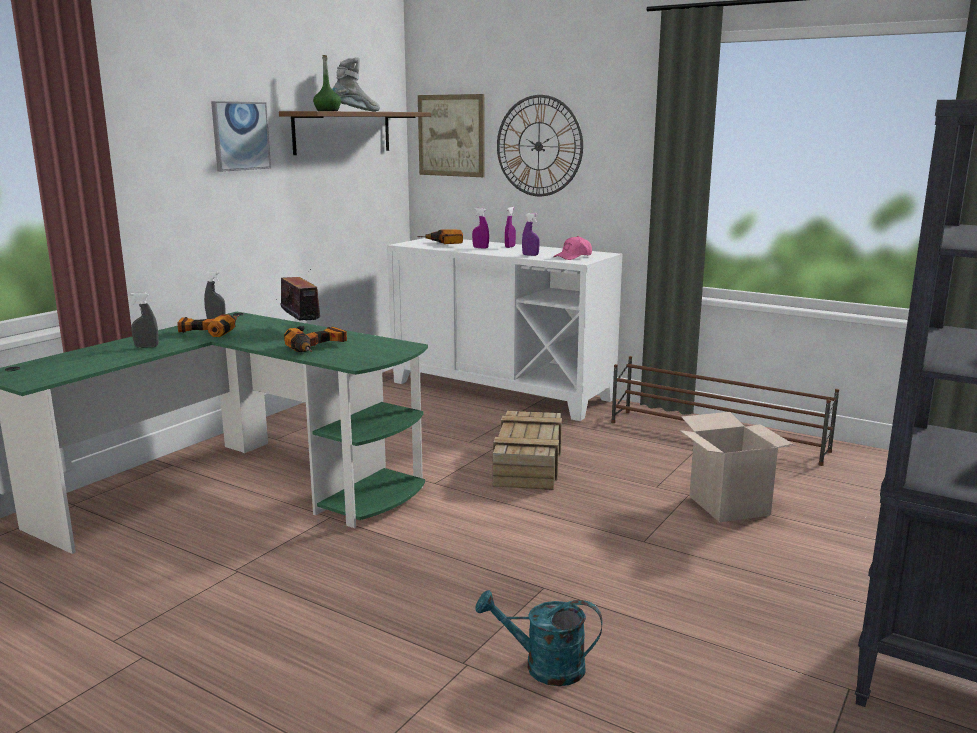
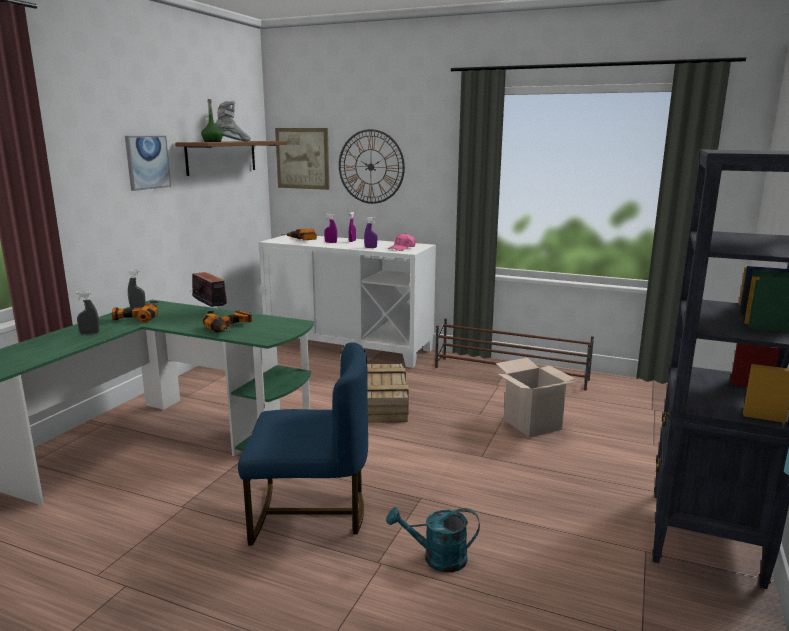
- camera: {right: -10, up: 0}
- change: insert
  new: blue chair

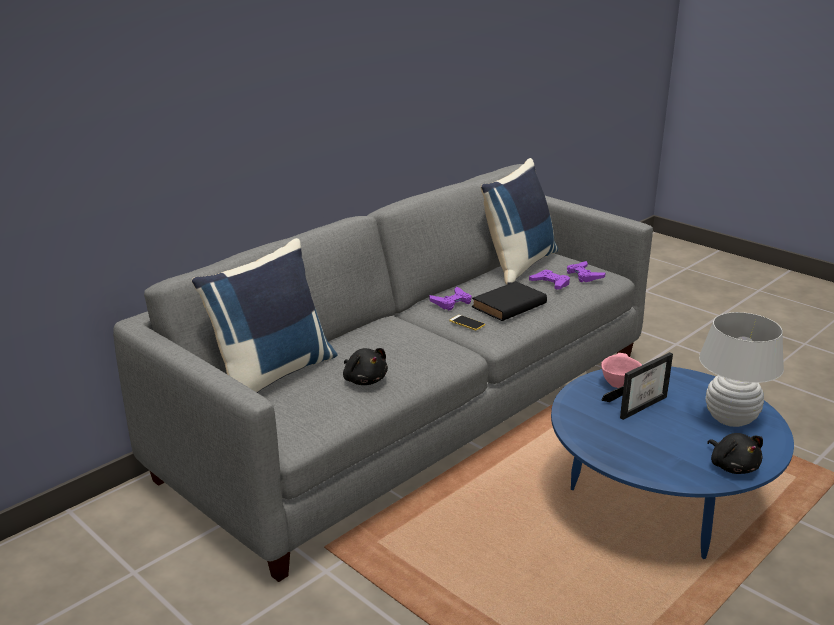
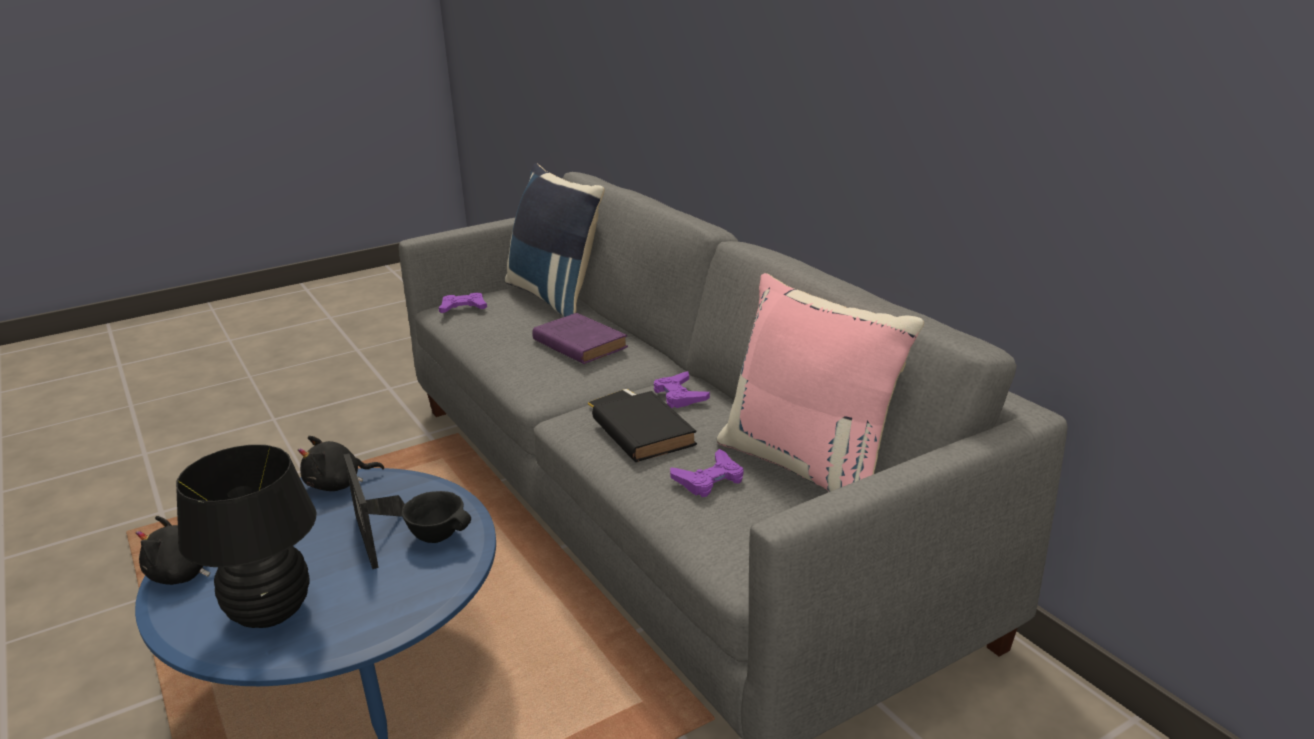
- camera: {right: 105, up: 0}
- change: insert
  new: purple book
- change: move
  old: black plush toy (1st from left in the first image)
  new: black plush toy (2nd from left)
- change: move
  old: purple game controller (3rd from left in the first image)
  new: purple game controller (1st from left)
- change: recolor
  old: blue pillow (2nd from left)
  new: pink pillow
- change: recolor
  old: pink bowl
  new: black bowl
- change: recolor
  old: white table lamp
  new: black table lamp

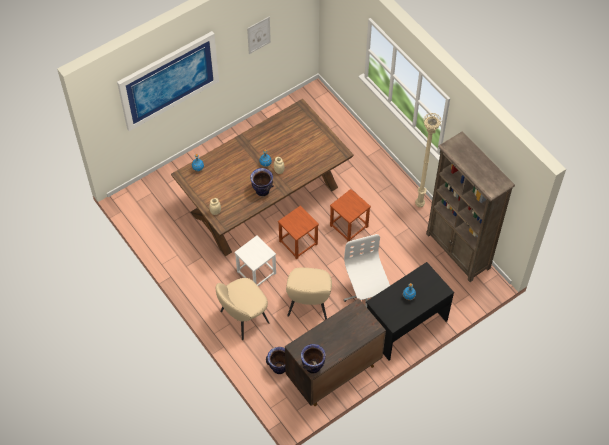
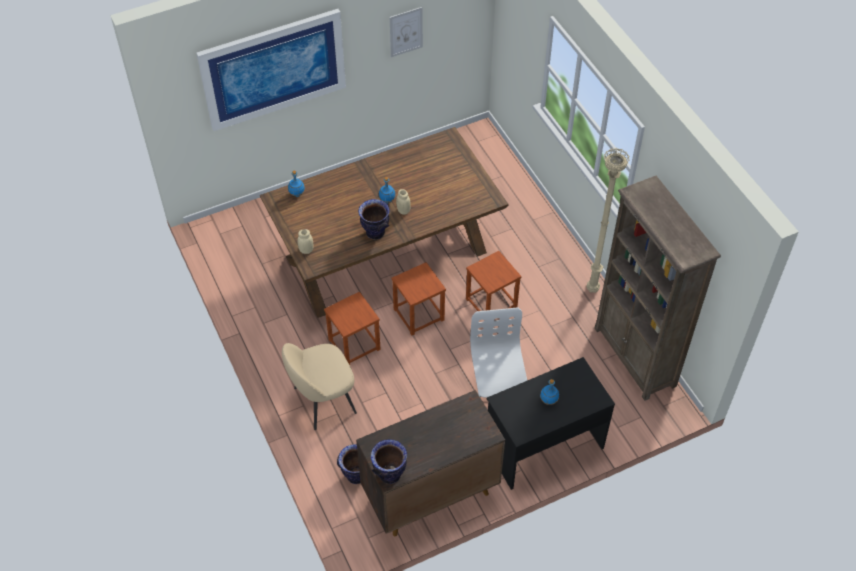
- camera: {right: 10, up: -5}
- change: delete
  old: beige chair (2nd from left)
- change: recolor
  old: white stool
  new: brown stool (1st from left)

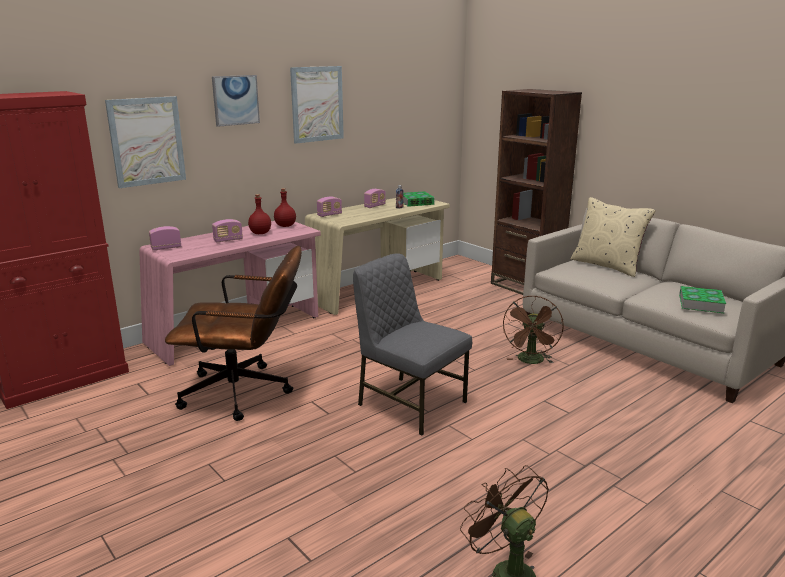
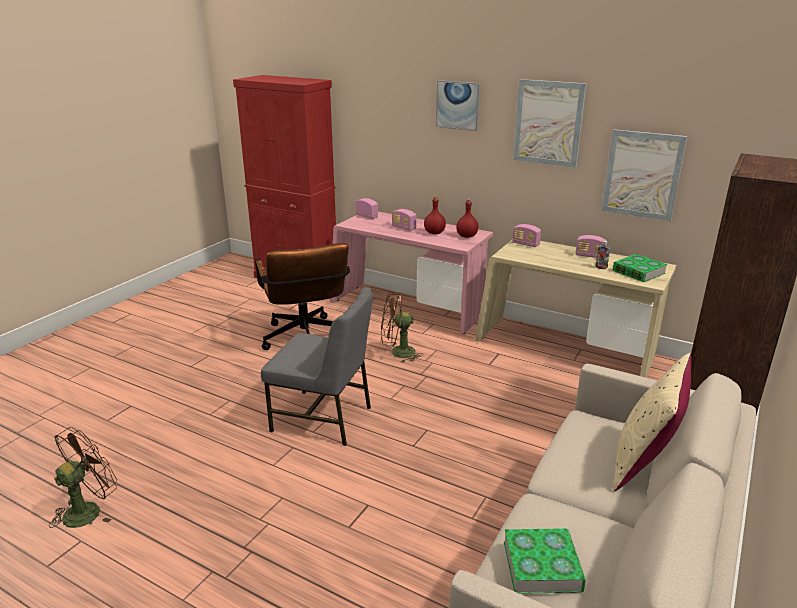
- camera: {right: 70, up: 5}
- change: move
  old: picture (1st from left in the first image)
  new: picture (3rd from left)
- change: move
  old: brown fan (2nd from left)
- change: rotate
  old: grey chair
  degrees: 90

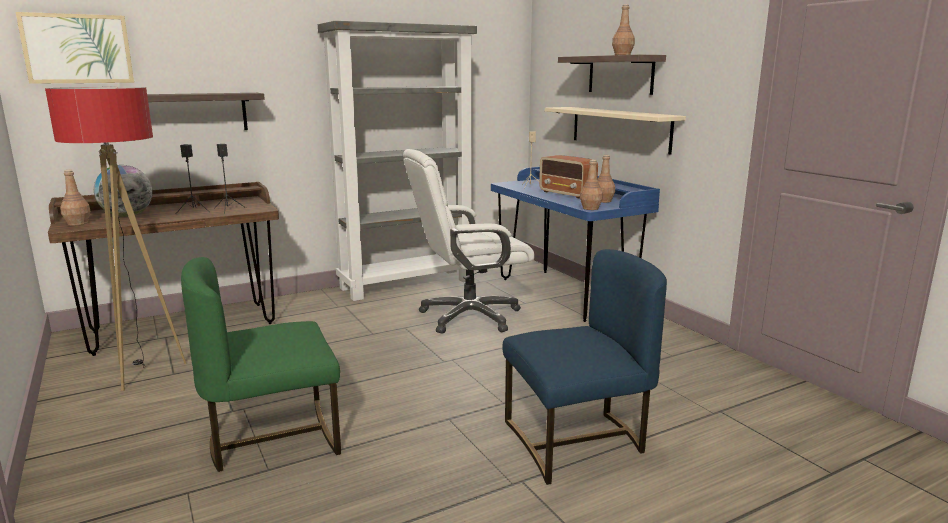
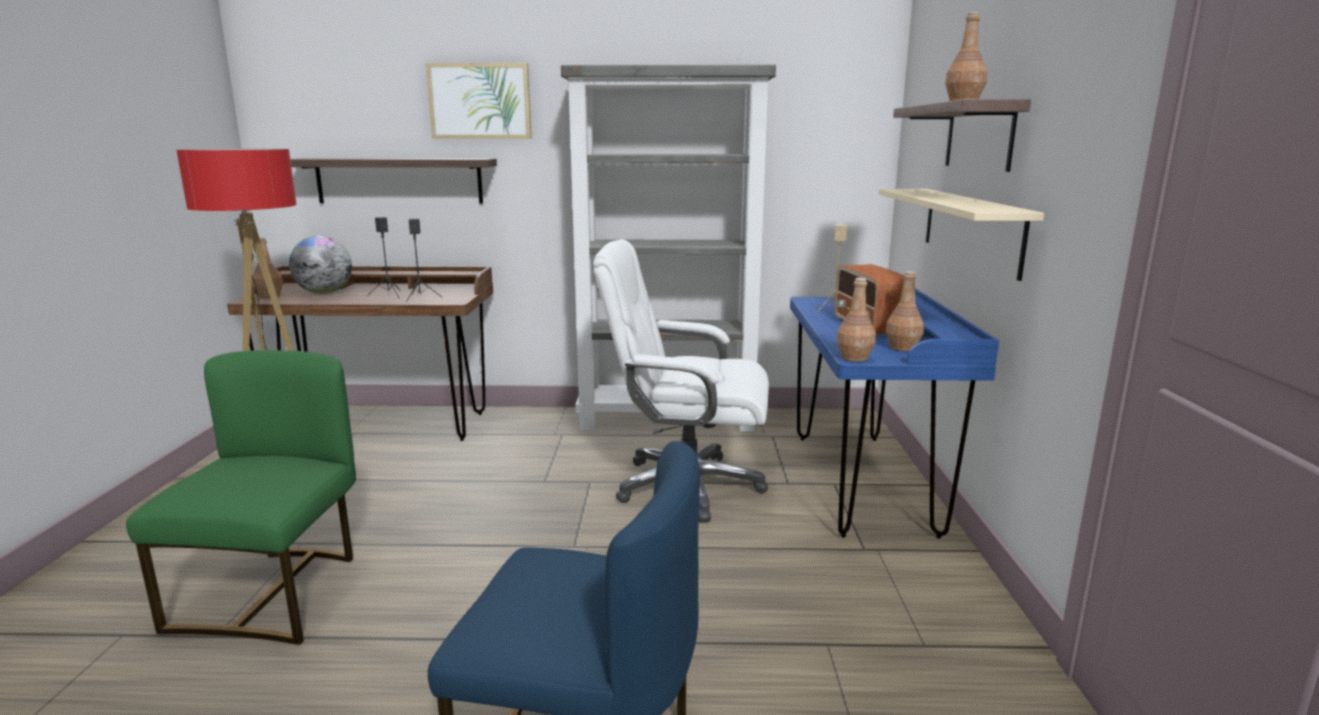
- camera: {right: 30, up: 0}
- change: move
  old: picture
- change: rotate
  old: green chair
  degrees: 90

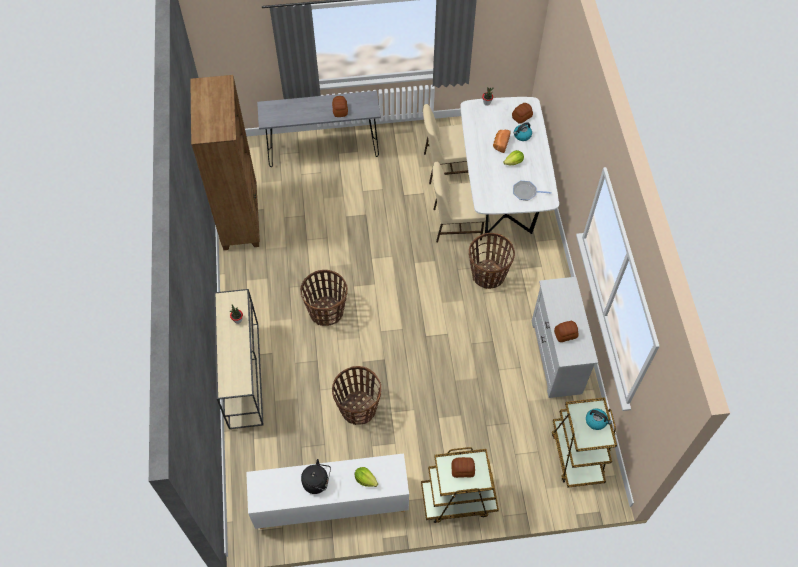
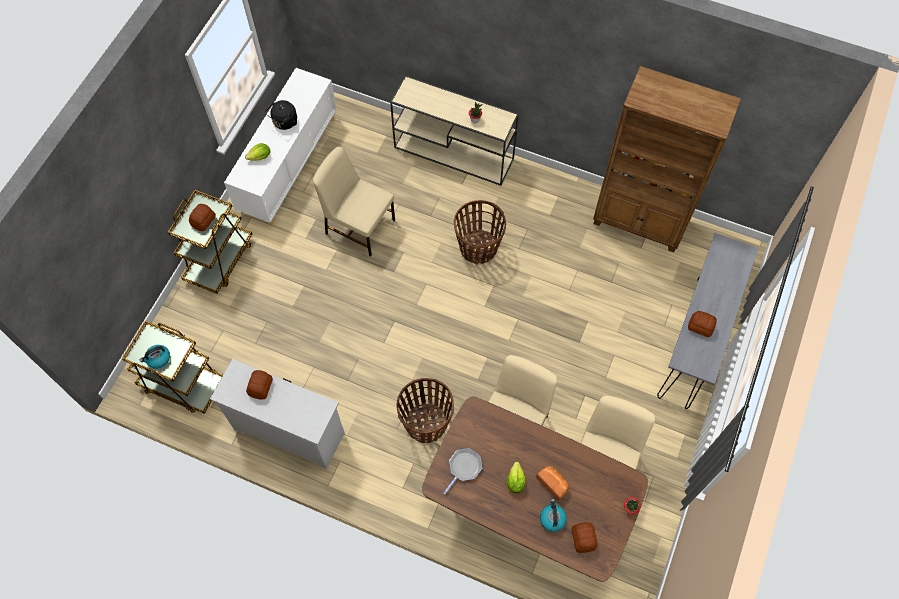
- camera: {right: 120, up: 5}
- change: replace
  old: basket (2nd from left)
  new: beige chair (1st from left)
- change: recolor
  old: white dining table
  new: brown dining table

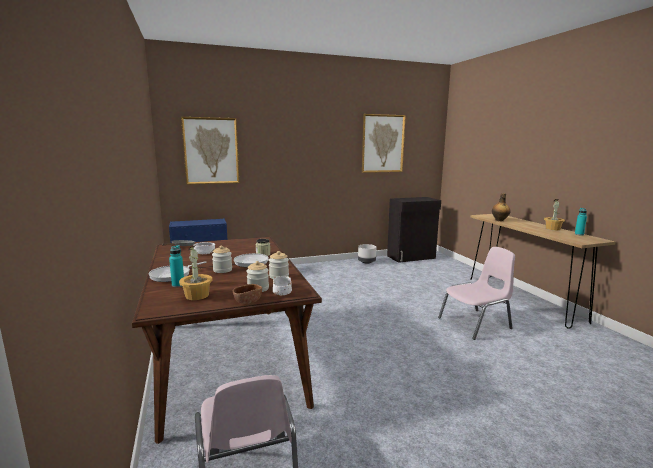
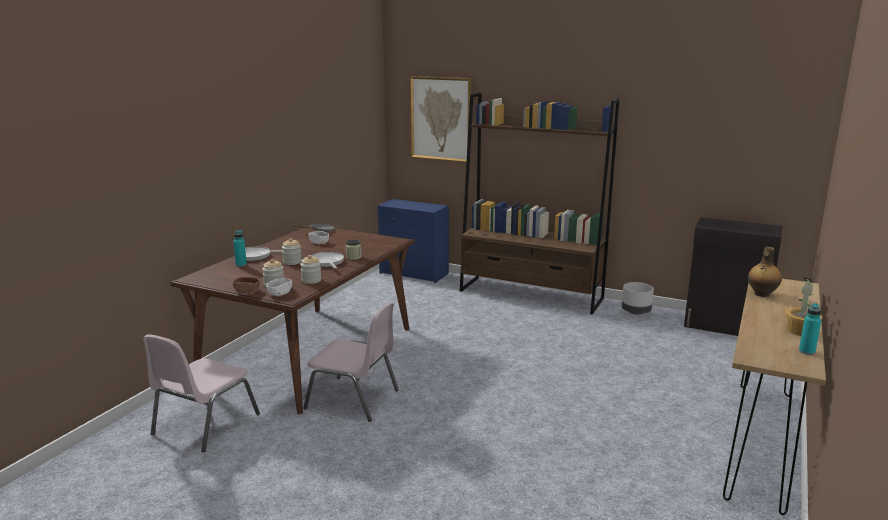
- camera: {right: 45, up: 5}
- change: delete
  old: potted plant (1st from left)
- change: delete
  old: picture (2nd from left)
- change: insert
  new: brown bookcase
- change: move
  old: pink chair (2nd from left)

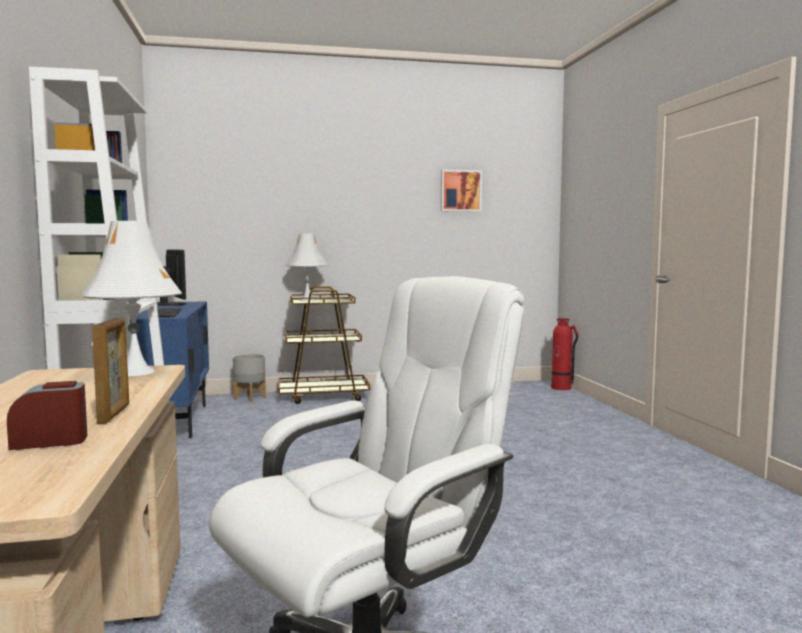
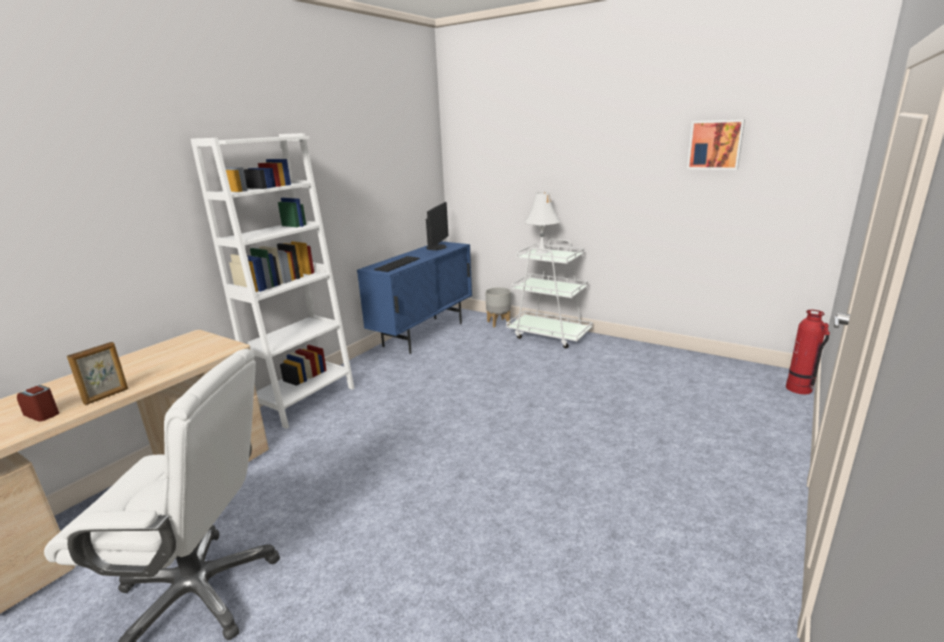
- camera: {right: 45, up: 15}
- change: delete
  old: white table lamp (1st from left)
- change: recolor
  old: brown cart
  new: white cart

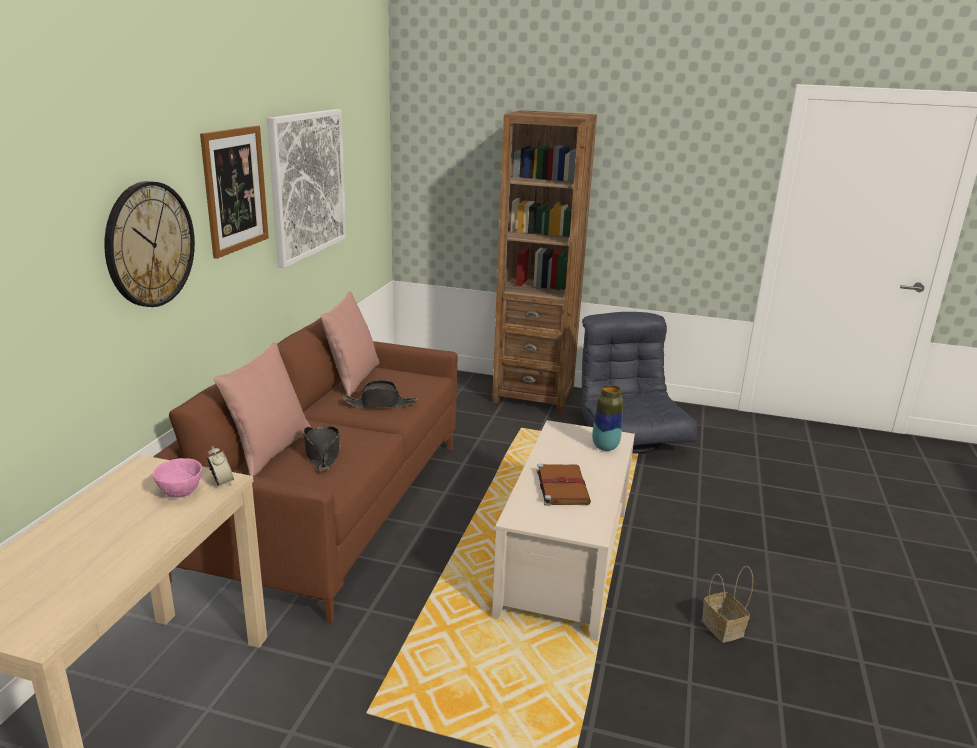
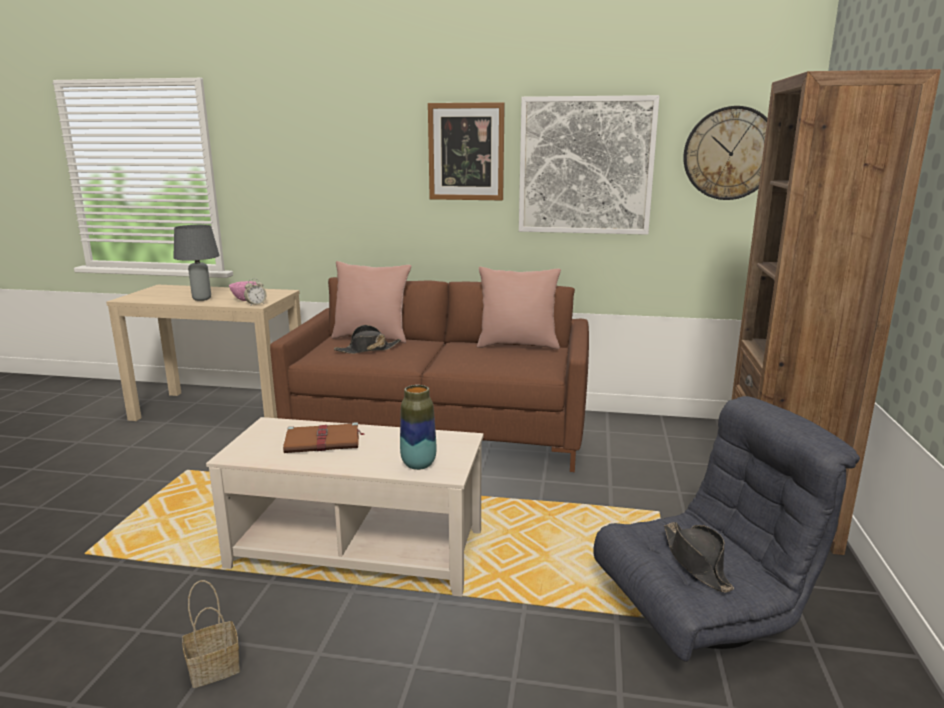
- camera: {right: 85, up: -5}
- change: insert
  new: grey table lamp
- change: move
  old: wall clock
- change: move
  old: black hat (2nd from left)

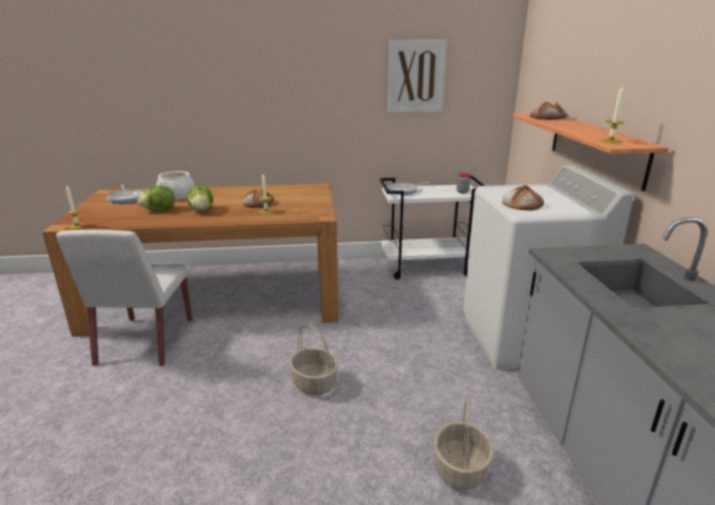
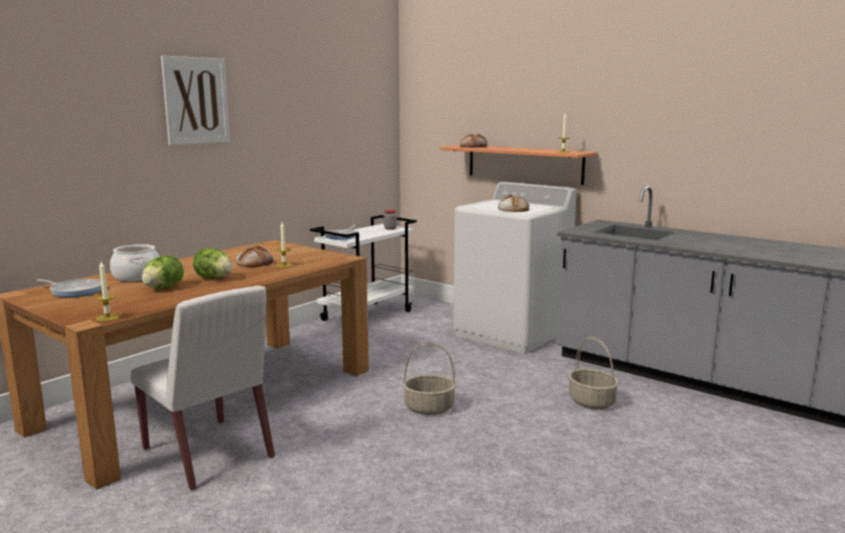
- camera: {right: -45, up: -10}
- change: move
  old: picture

